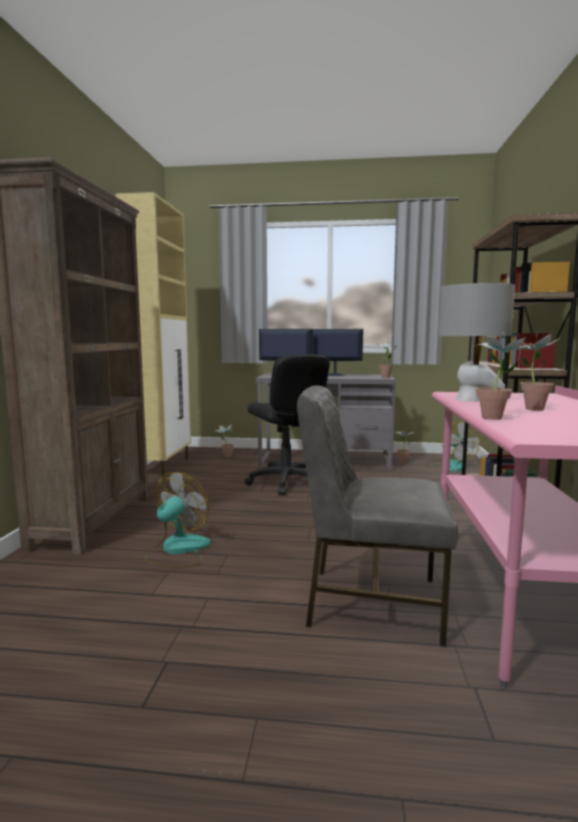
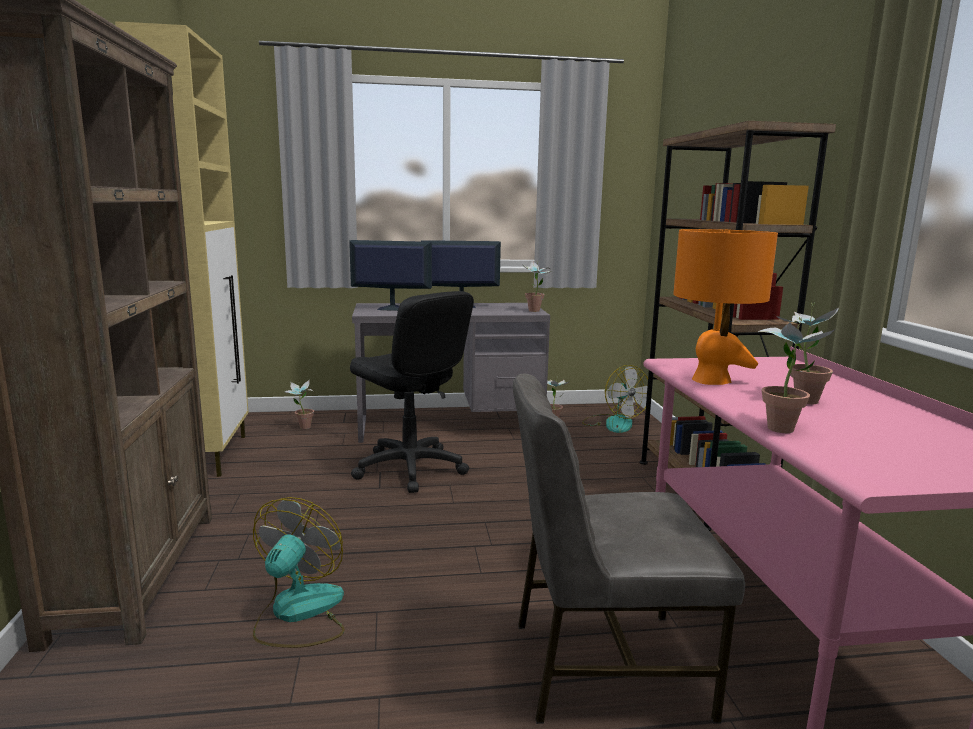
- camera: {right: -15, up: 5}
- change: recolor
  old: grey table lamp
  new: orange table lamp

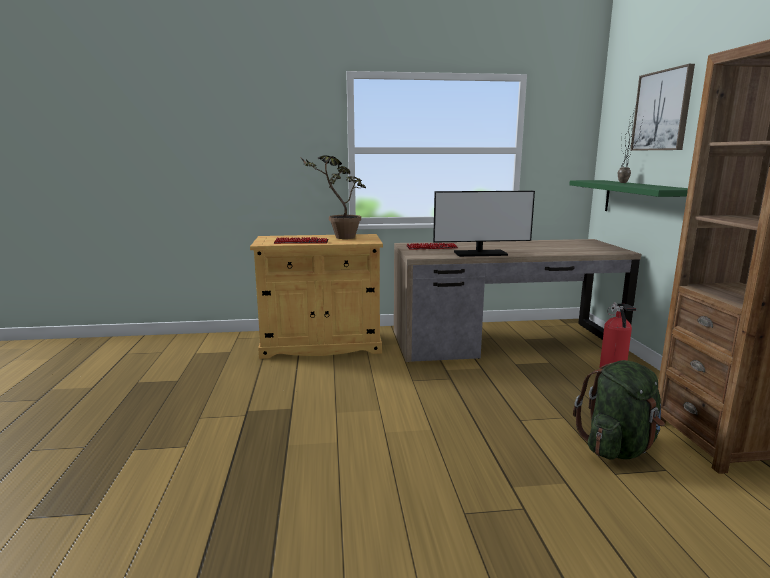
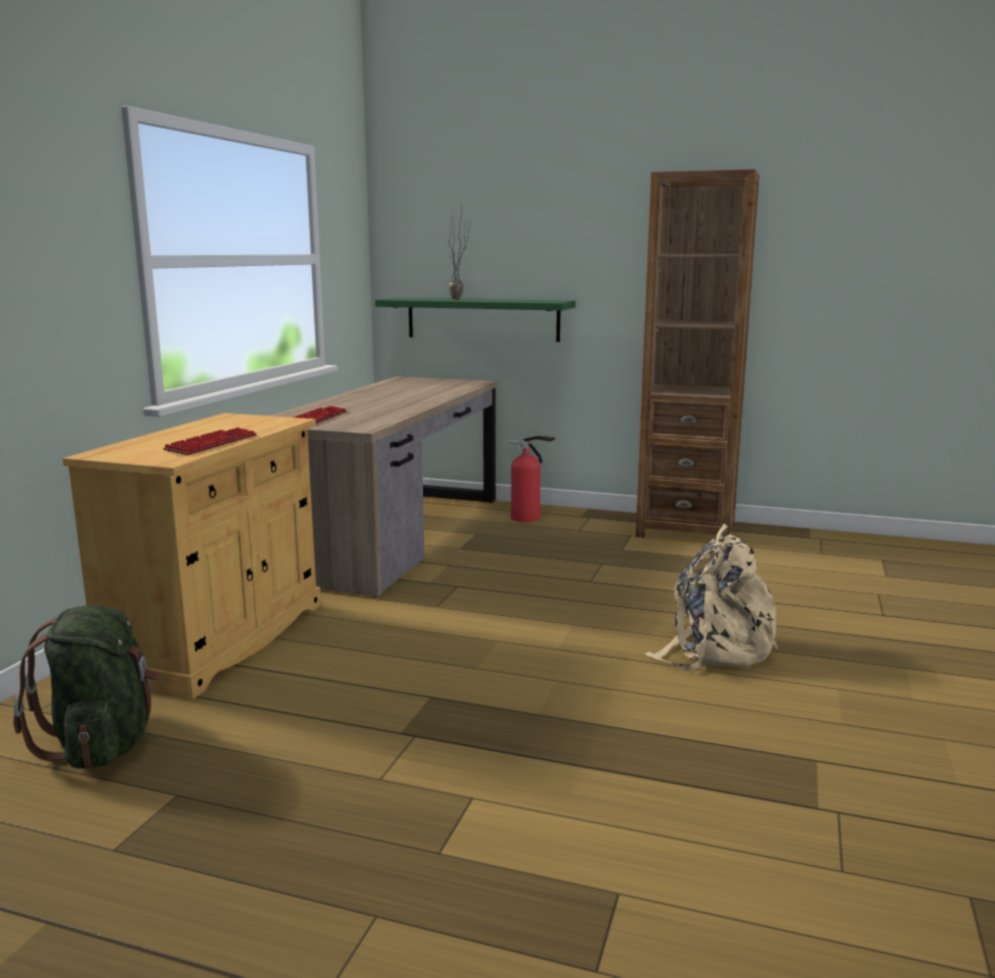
- camera: {right: -65, up: 0}
- change: delete
  old: potted plant (1st from left)
- change: delete
  old: monitor
- change: delete
  old: picture
- change: insert
  new: beige backpack
- change: move
  old: green backpack

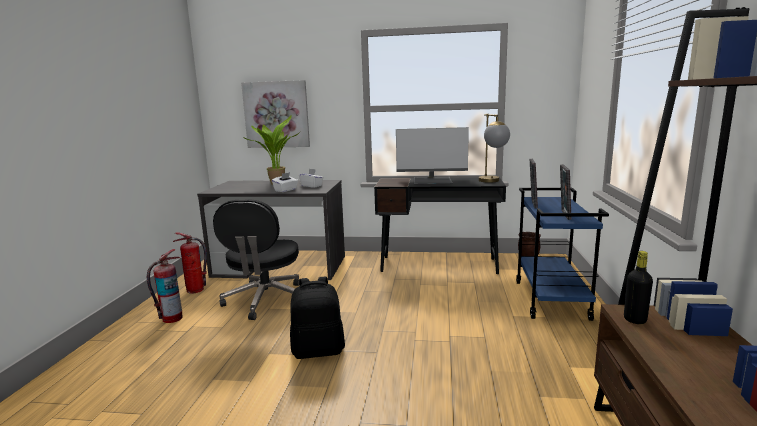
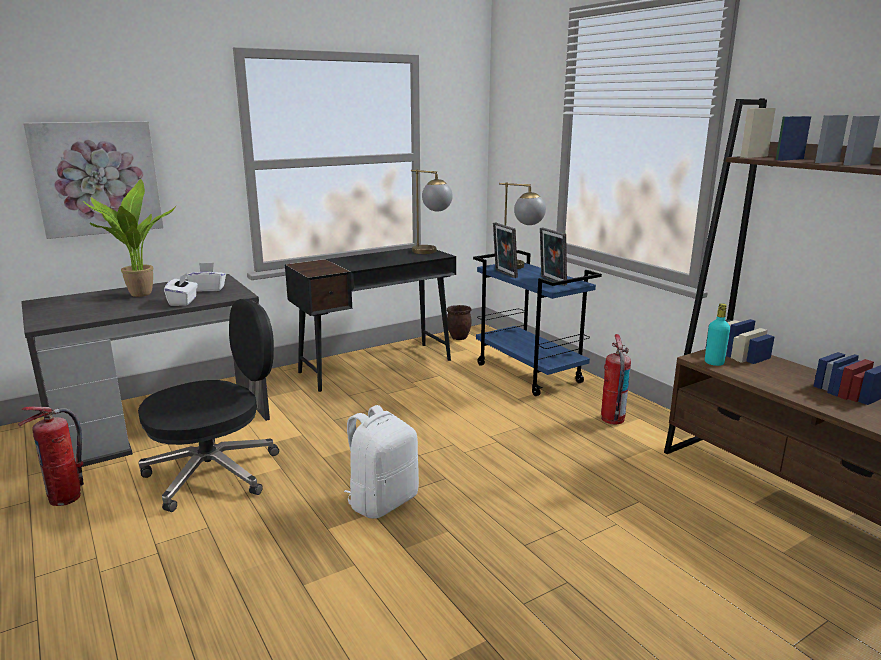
- camera: {right: -40, up: 5}
- change: delete
  old: monitor
- change: insert
  new: table lamp (2nd from left)
- change: move
  old: fire extinguisher (1st from left in the first image)
  new: fire extinguisher (2nd from left)
- change: recolor
  old: black backpack
  new: white backpack
- change: recolor
  old: black bottle
  new: turquoise bottle
- change: rotate
  old: black office chair
  degrees: -90

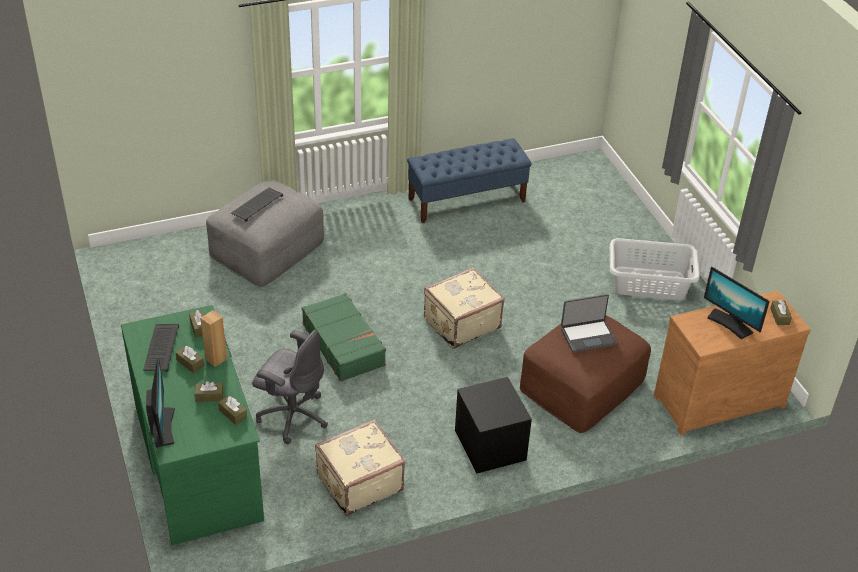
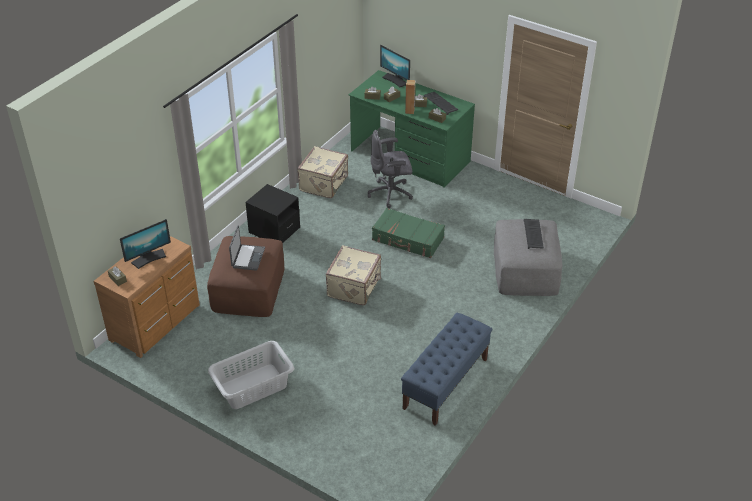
- camera: {right: 145, up: 0}
- change: rotate
  old: laptop
  degrees: 150
- change: rotate
  old: monitor (2nd from left in the first image)
  degrees: 135

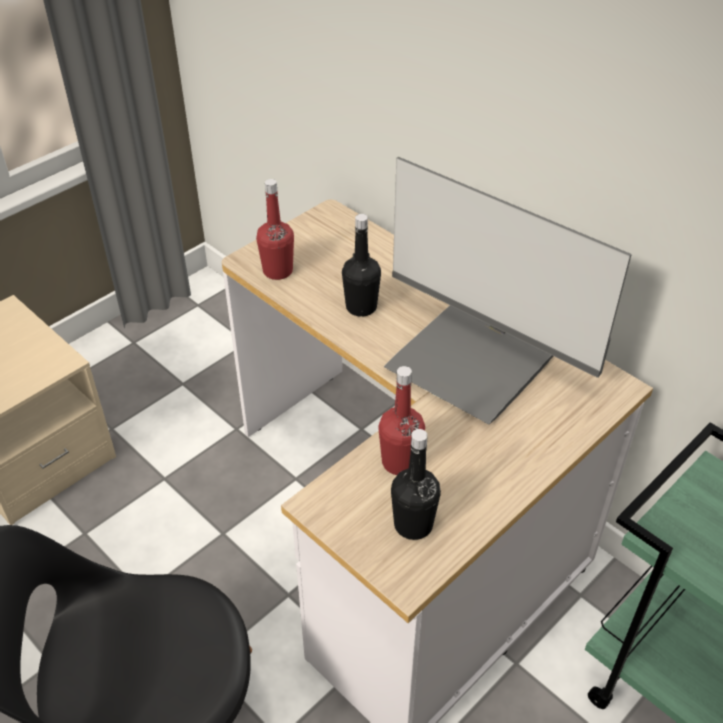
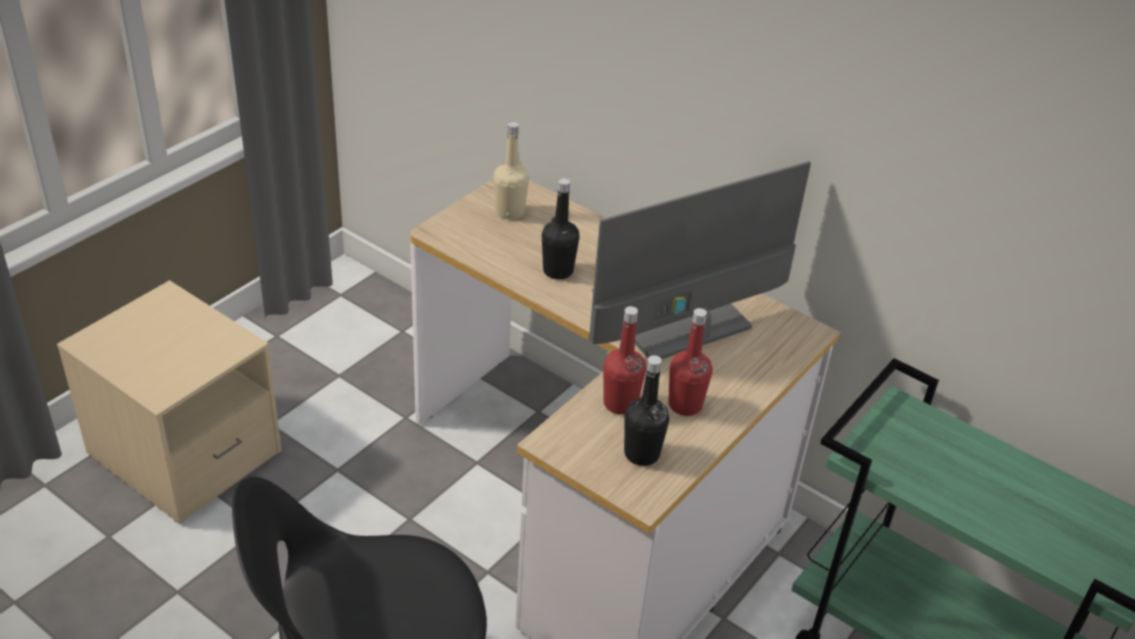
- camera: {right: -10, up: -5}
- change: insert
  new: beige bottle
- change: move
  old: red bottle (1st from left in the first image)
  new: red bottle (2nd from left)
- change: rotate
  old: monitor
  degrees: 120

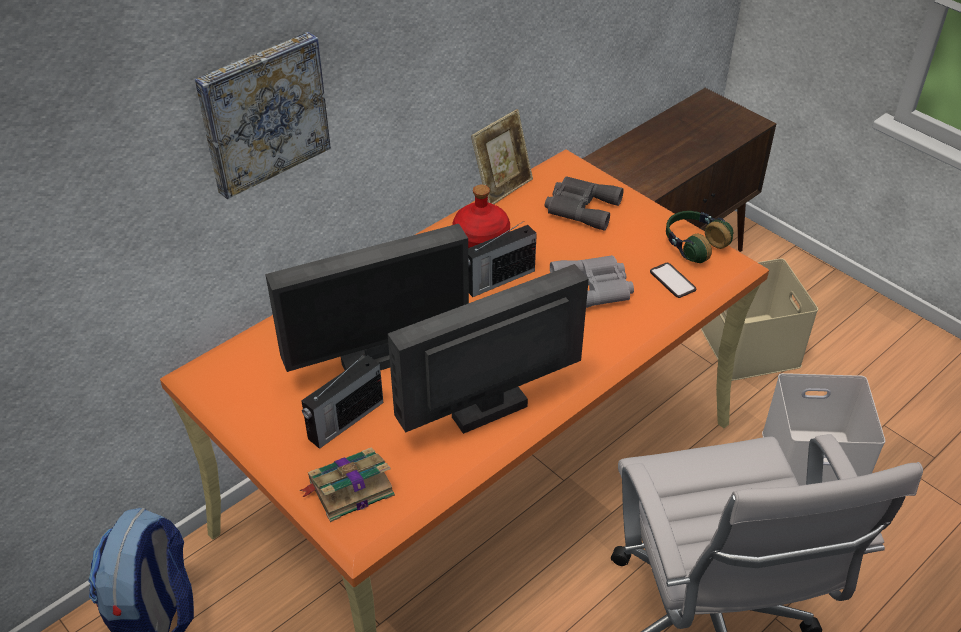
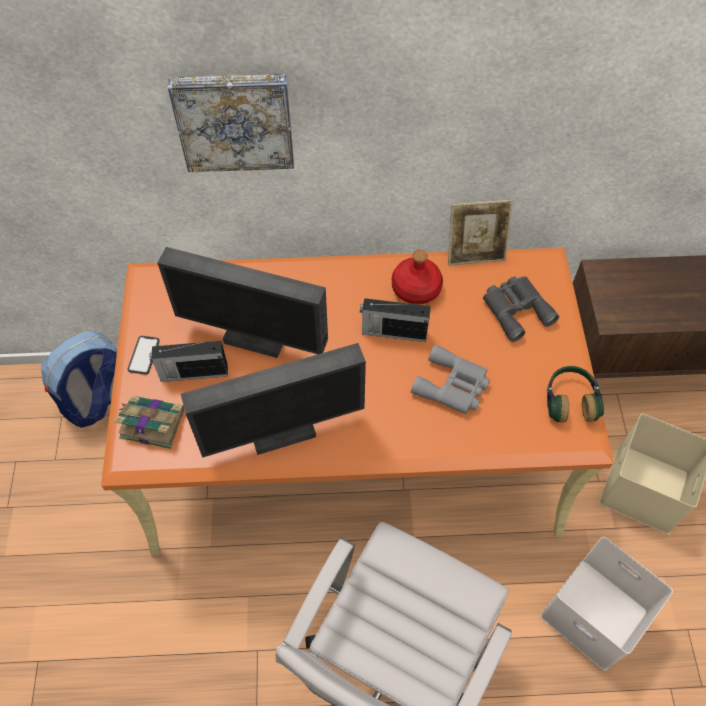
- camera: {right: 40, up: 15}
- change: move
  old: phone
- change: rotate
  old: monitor (2nd from left)
  degrees: 150

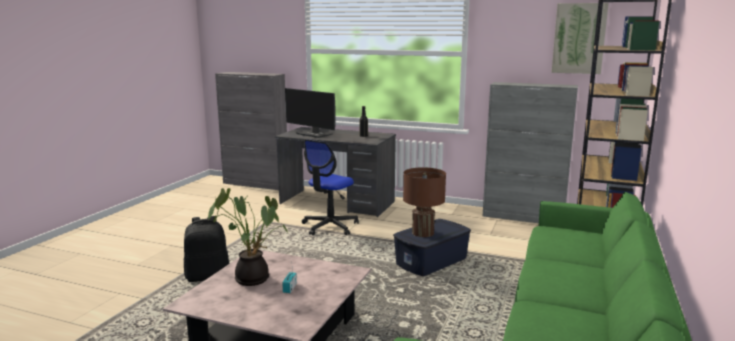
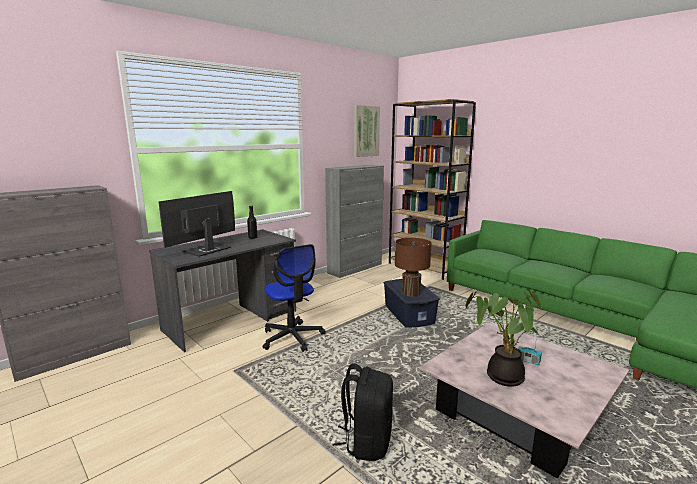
- camera: {right: -65, up: 0}
- change: rotate
  old: monitor
  degrees: 150

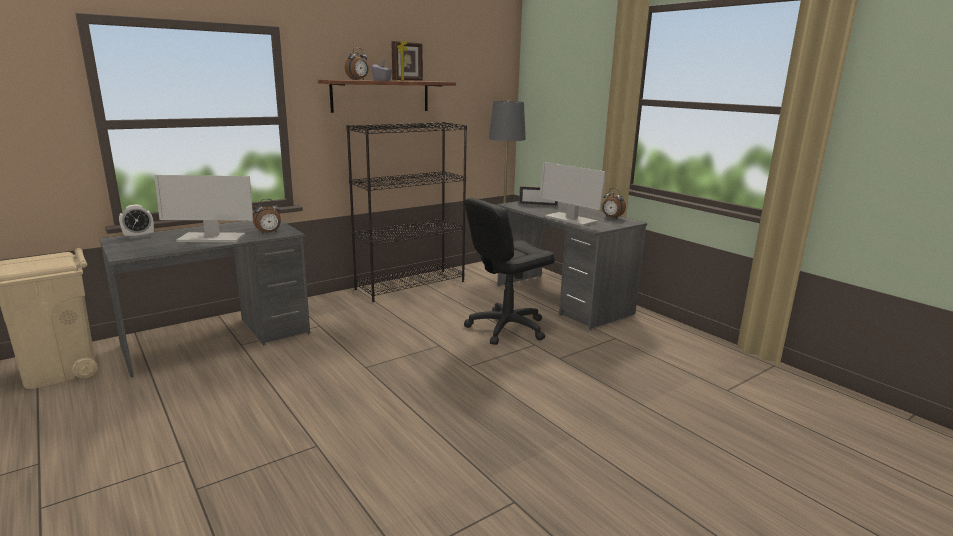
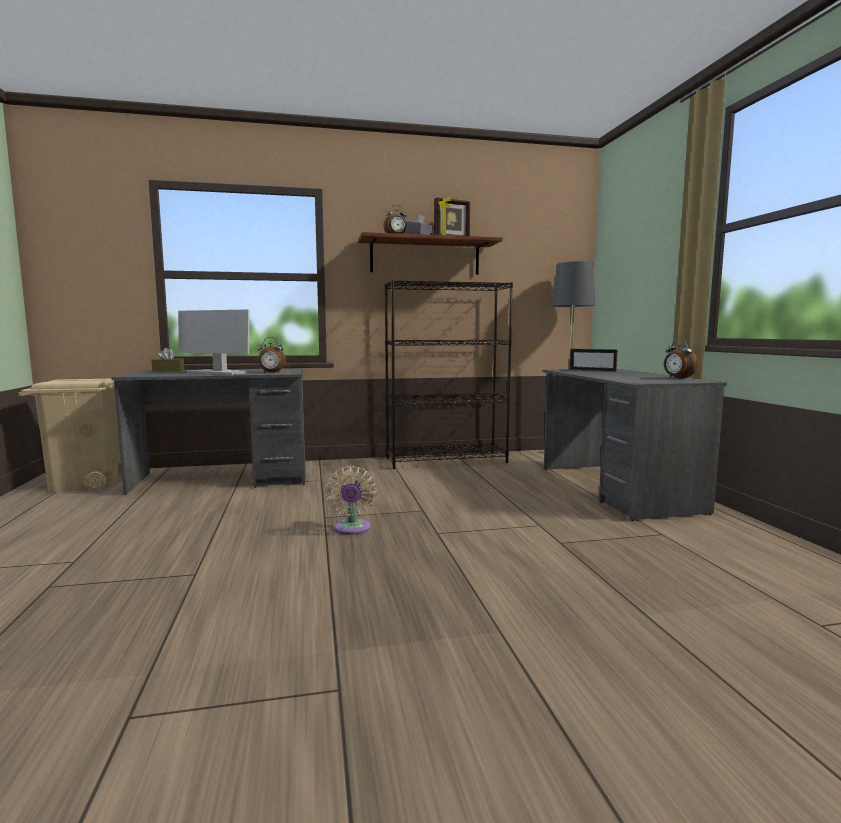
- camera: {right: 25, up: -10}
- change: delete
  old: black office chair
- change: delete
  old: monitor (2nd from left)
- change: insert
  new: beige fan
- change: replace
  old: alarm clock (1st from left)
  new: brown tissue box

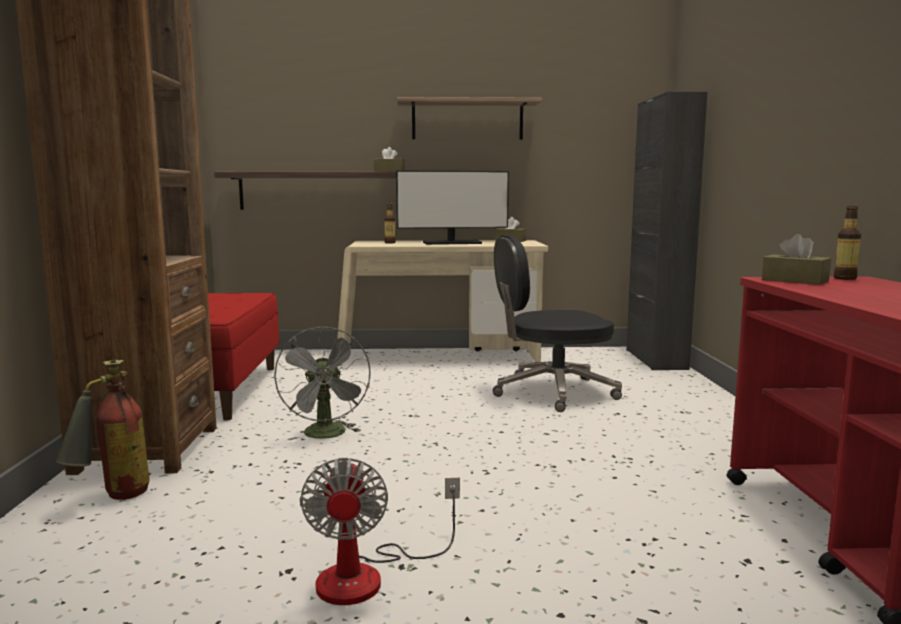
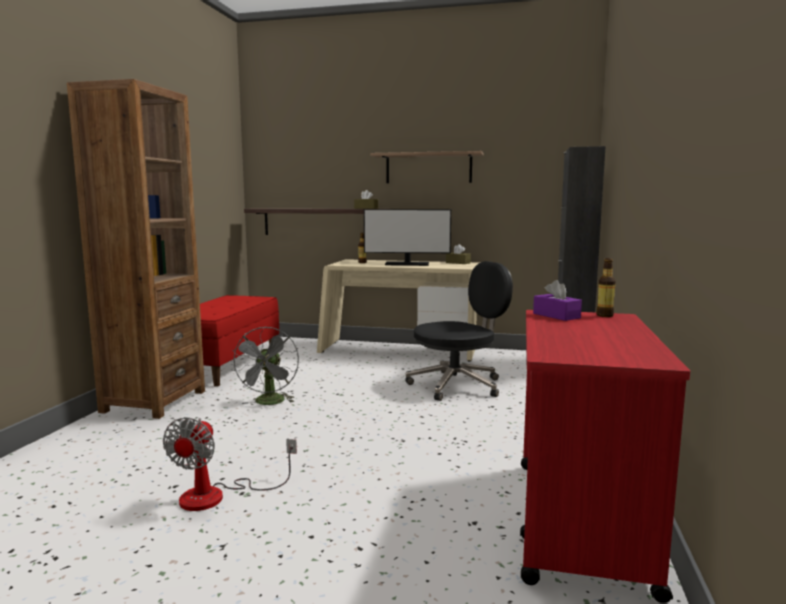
- camera: {right: 15, up: 0}
- change: delete
  old: fire extinguisher
- change: recolor
  old: brown tissue box (3rd from left)
  new: purple tissue box
- change: rotate
  old: black office chair
  degrees: 150

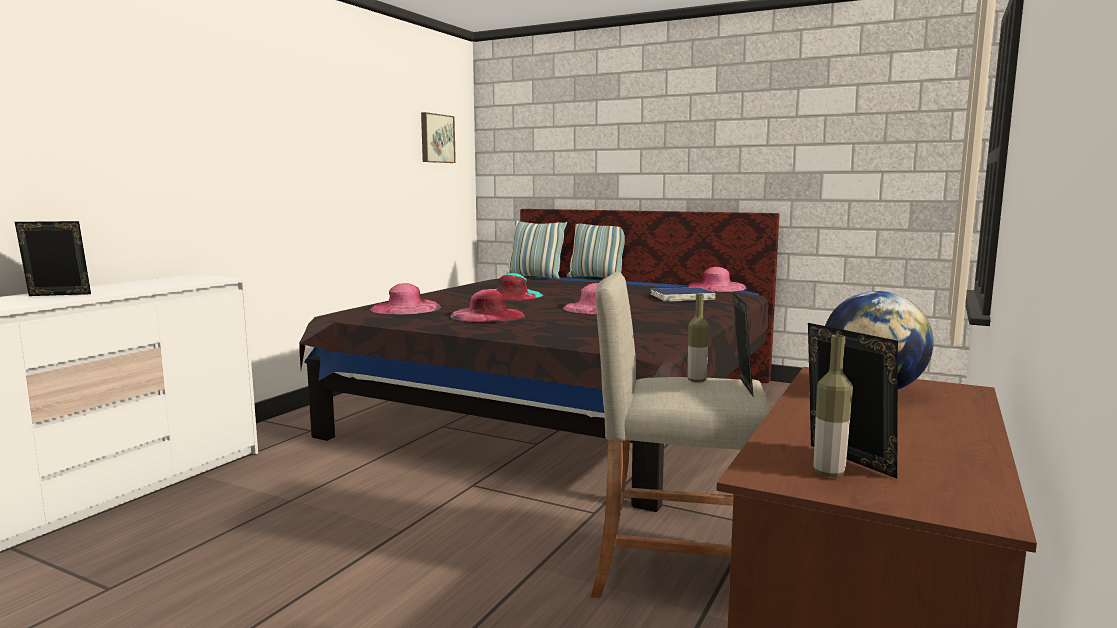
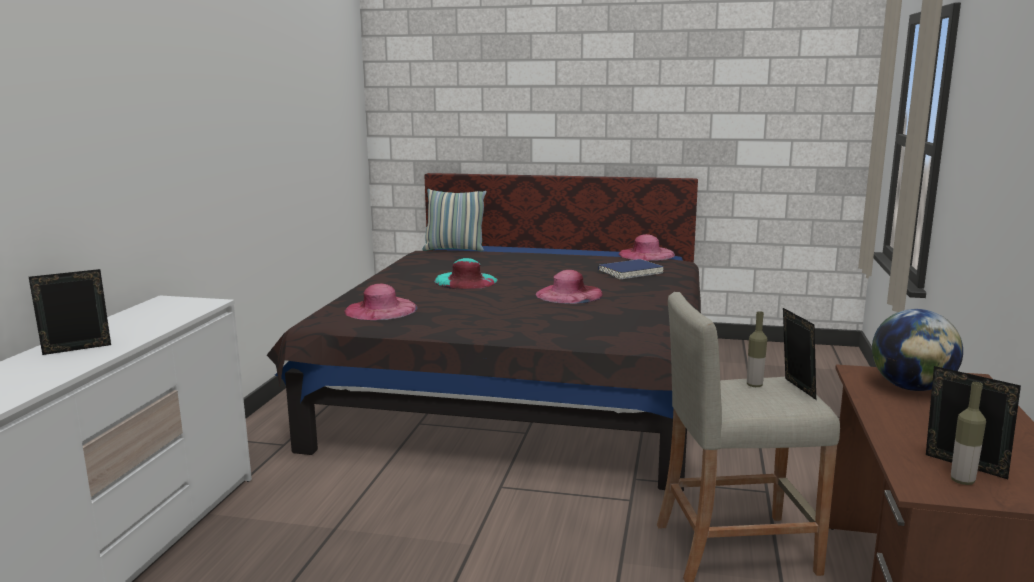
- camera: {right: -15, up: 5}
- change: delete
  old: picture
- change: delete
  old: pink hat (2nd from left)
- change: delete
  old: pillow (2nd from left)

